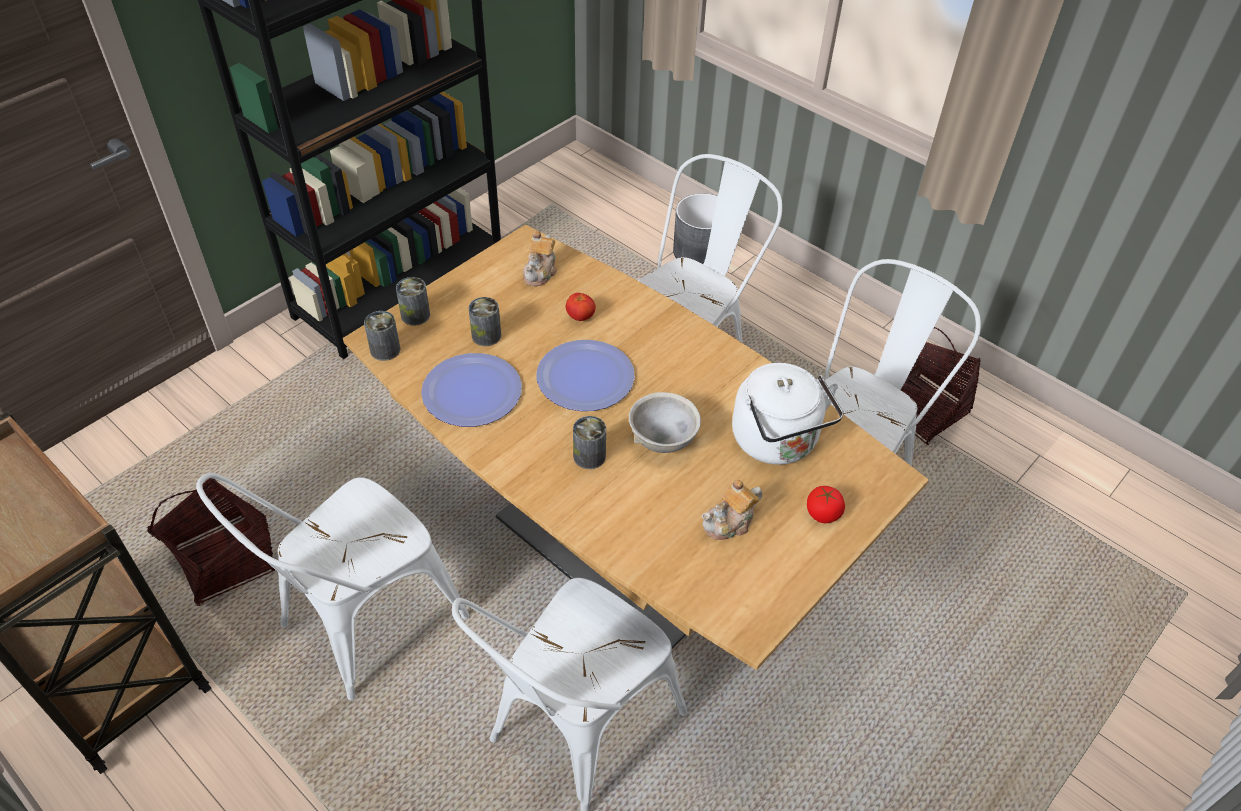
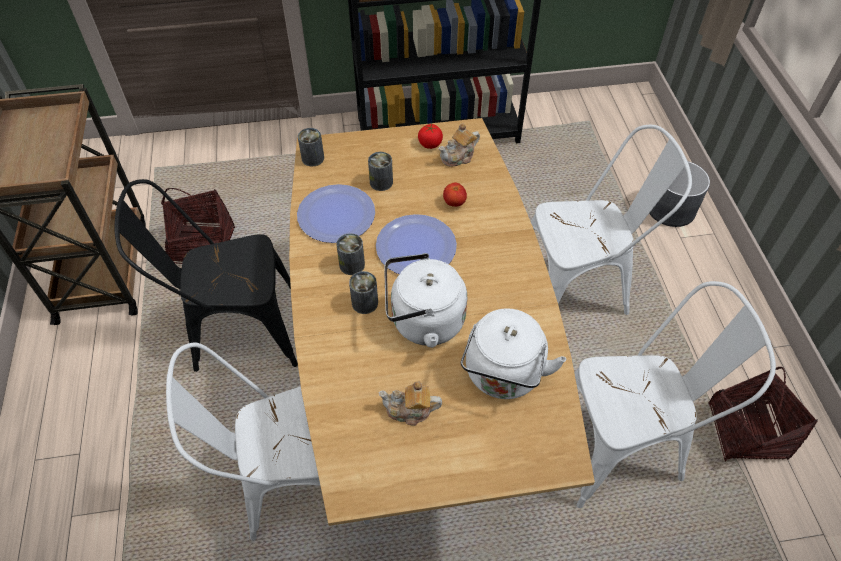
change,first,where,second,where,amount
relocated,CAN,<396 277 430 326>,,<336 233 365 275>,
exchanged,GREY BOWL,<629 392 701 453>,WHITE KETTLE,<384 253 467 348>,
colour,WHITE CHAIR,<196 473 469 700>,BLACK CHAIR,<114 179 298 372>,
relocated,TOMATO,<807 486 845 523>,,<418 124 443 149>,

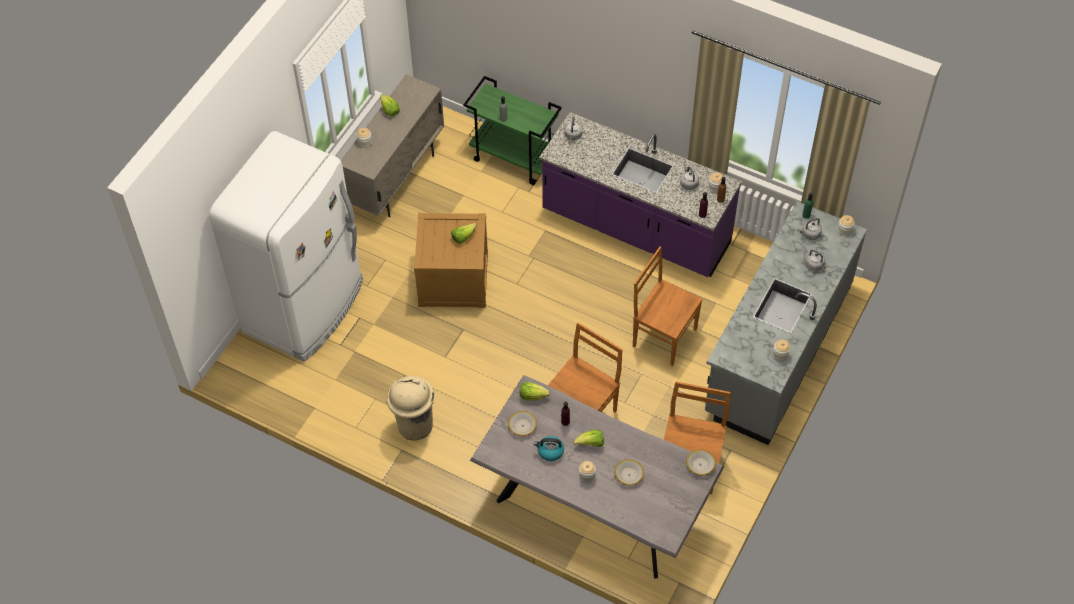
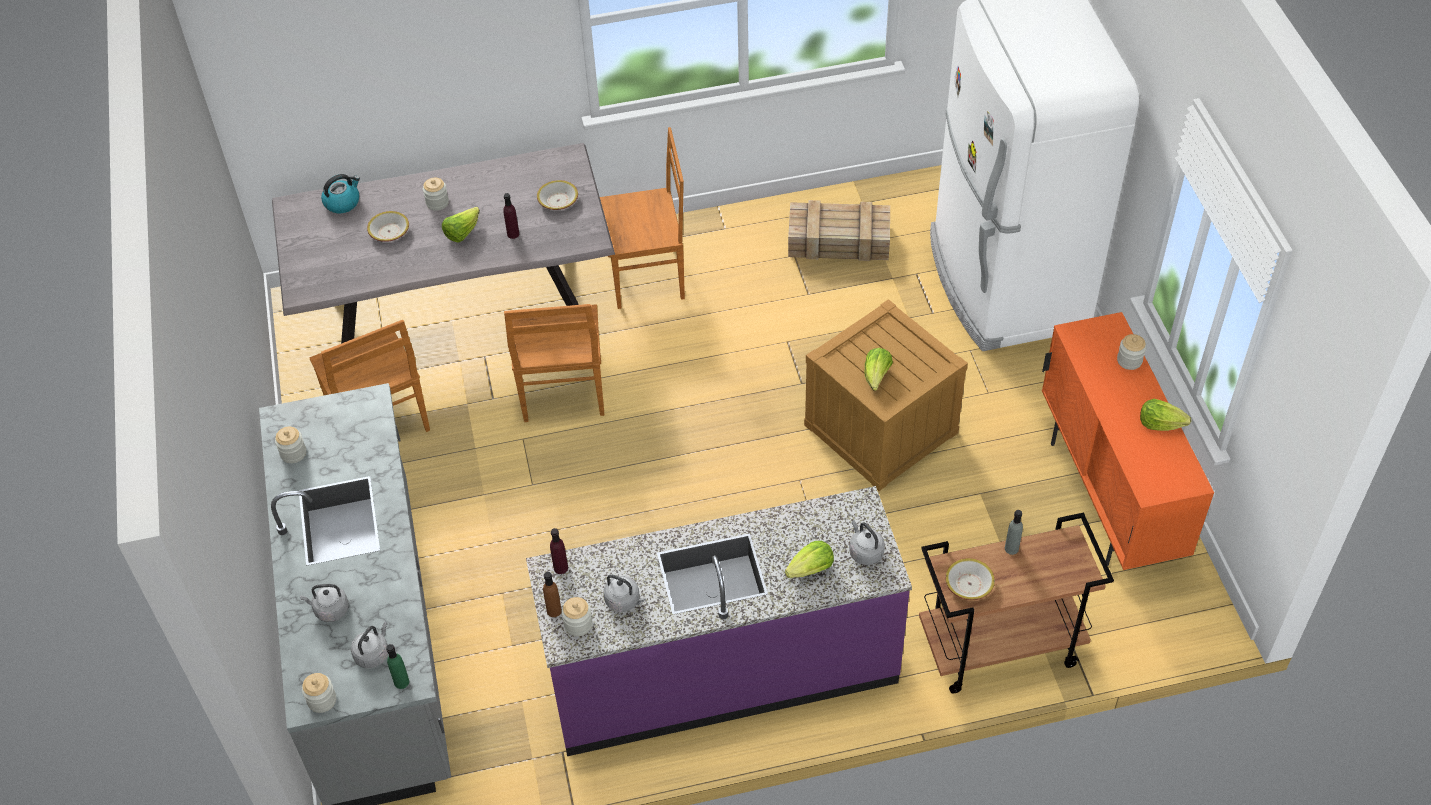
change,first,where,second,where,amount
colour,BEIGE CABINET,<340 74 444 217>,ORANGE CABINET,<1042 312 1214 570>,
colour,GREEN CART,<463 76 562 185>,BROWN CART,<919 513 1114 693>,
relocated,BROWN CHAIR,<633 247 703 366>,,<600 127 685 309>,
missing,BEIGE TRASH CAN,<387 376 434 441>,,,
relocated,LETTUCE,<520 382 550 401>,,<785 541 834 578>,
relocated,KETTLE,<534 436 564 461>,,<321 174 360 213>,
relocated,BOWL,<686 450 716 476>,,<945 558 995 600>,
appeared,,,CRATE,<788 200 890 261>,

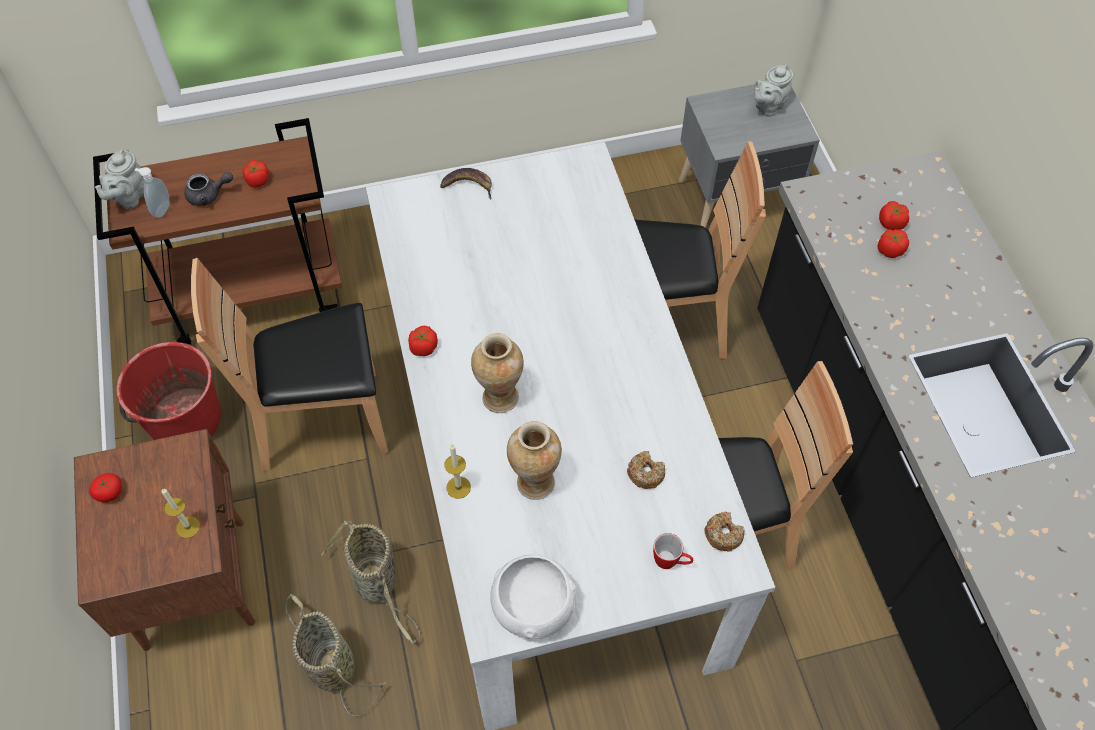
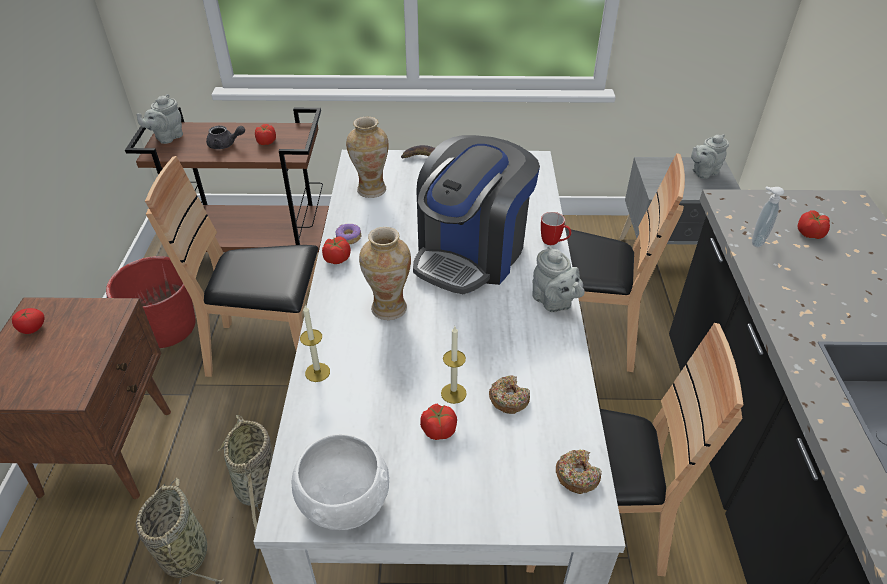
change,first,where,second,where,amount
relocated,SOAP DISPENSER,<135 167 170 218>,,<752 186 784 248>,
relocated,TOMATO,<878 229 909 258>,,<420 404 457 440>,
relocated,VASE,<507 421 562 500>,,<346 117 388 198>,
relocated,CANDLE,<161 489 200 538>,,<441 327 467 404>,
relocated,MUG,<653 533 693 569>,,<541 212 571 245>,
appeared,,,COFFEE MACHINE,<413 135 540 294>,
appeared,,,DONUT,<336 224 361 244>,
appeared,,,GREY TEAPOT,<532 246 585 312>,

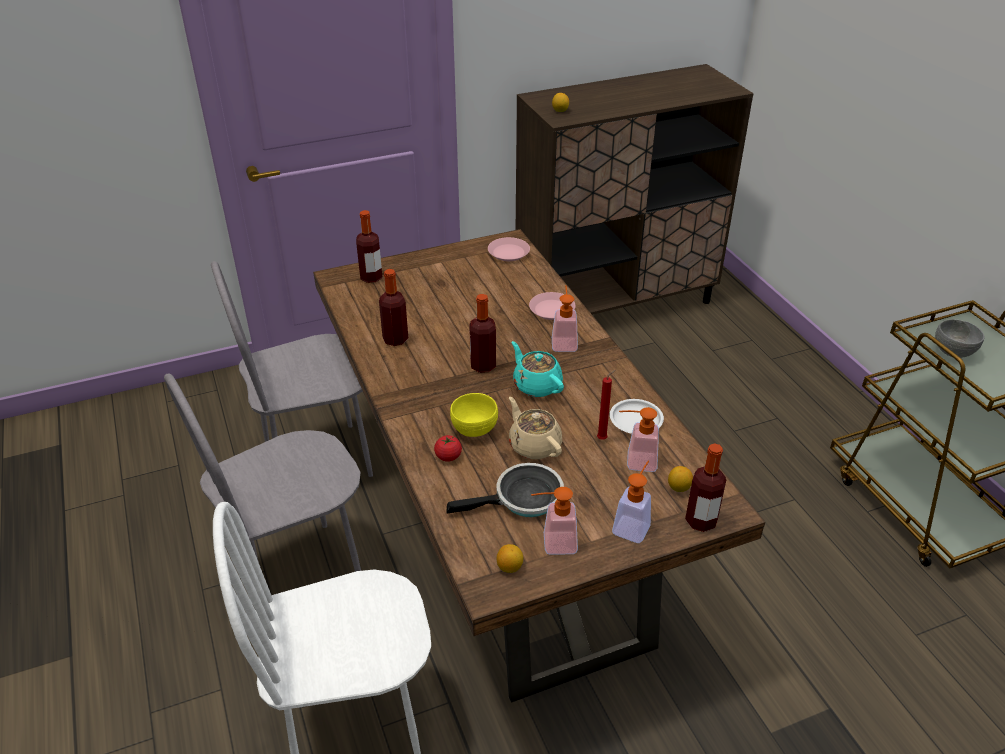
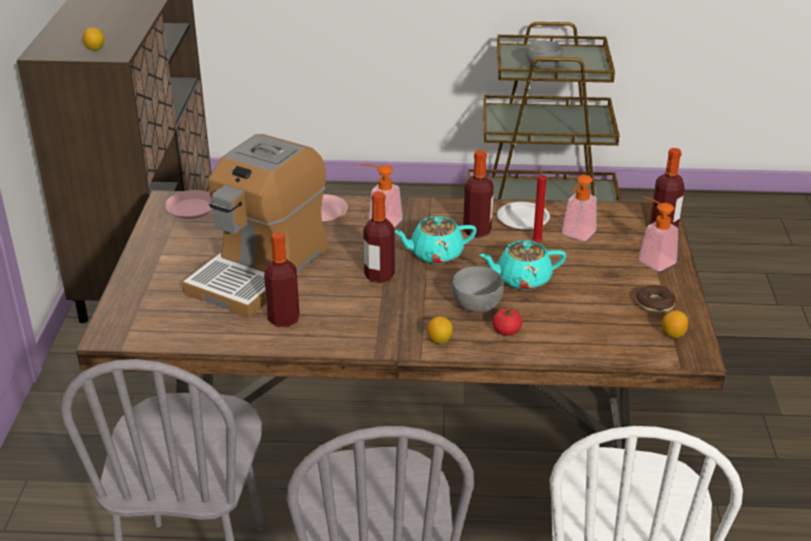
change,first,where,second,where,amount
relocated,BOTTLE,<356 210 382 283>,,<463 150 494 238>,
colour,YELLOW BOWL,<450 393 498 437>,GREY BOWL,<452 266 504 312>,
colour,BEIGE TEAPOT,<509 397 562 459>,TURQUOISE TEAPOT,<480 240 566 290>,
missing,FRYING PAN,<446 463 564 517>,,,
relocated,LEMON,<668 466 693 492>,,<427 316 453 344>,
exchanged,SOAP DISPENSER,<531 487 578 555>,DONUT,<636 285 676 314>,
appeared,,,COFFEE MACHINE,<182 134 327 318>,

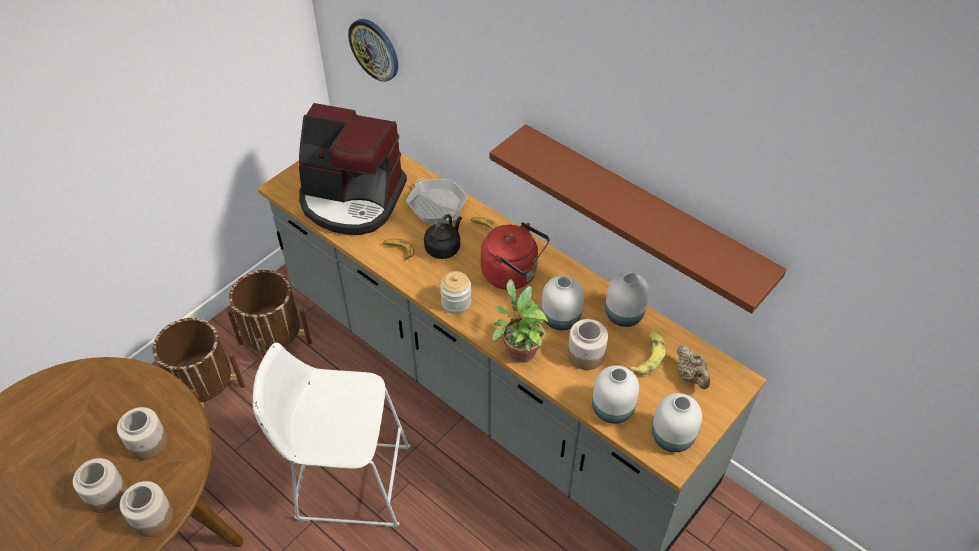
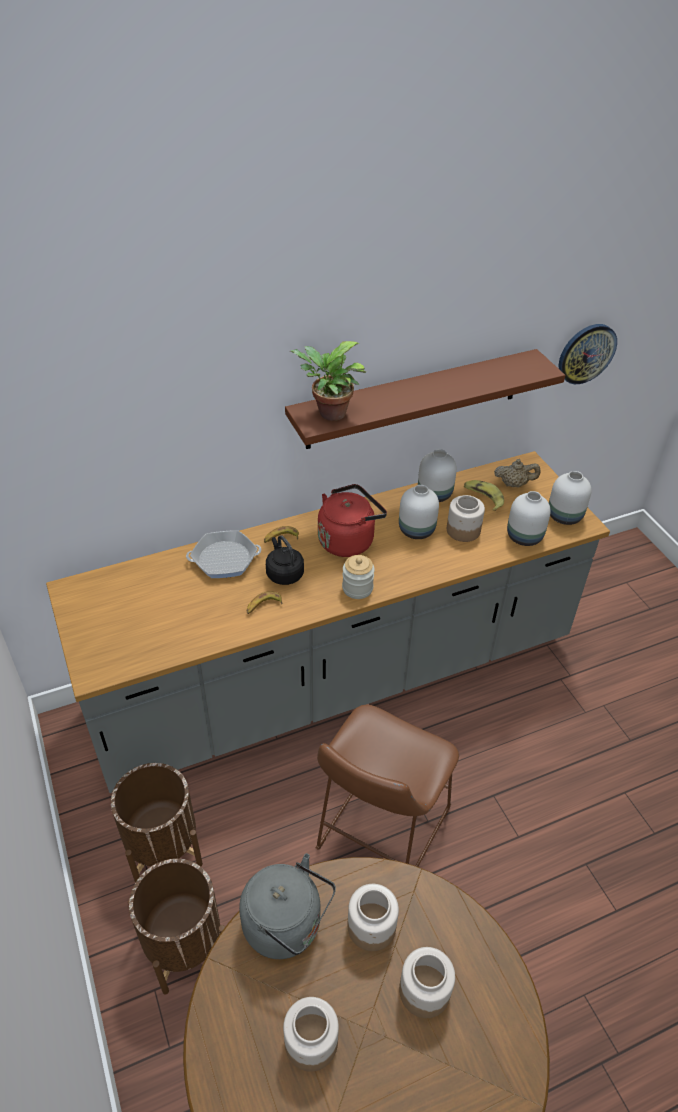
change,first,where,second,where,amount
relocated,WALL CLOCK,<348 19 398 82>,,<559 324 617 384>,
missing,COFFEE MACHINE,<299 103 407 235>,,,
relocated,POTTED PLANT,<492 279 548 363>,,<290 341 366 421>,
colour,WHITE STOOL,<253 343 411 527>,BROWN STOOL,<316 705 459 867>,
relocated,JAR,<120 481 173 537>,,<283 997 339 1072>,
appeared,,,GREY KETTLE,<239 853 336 959>,

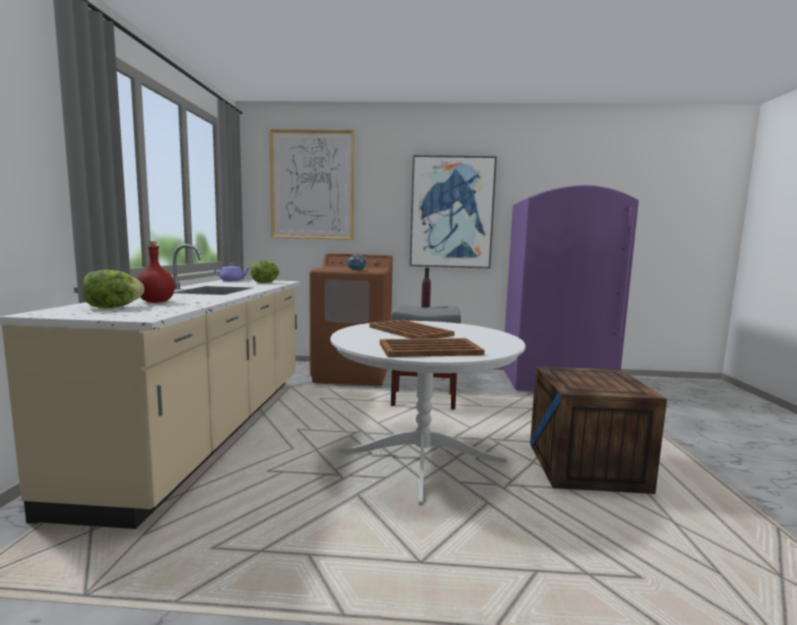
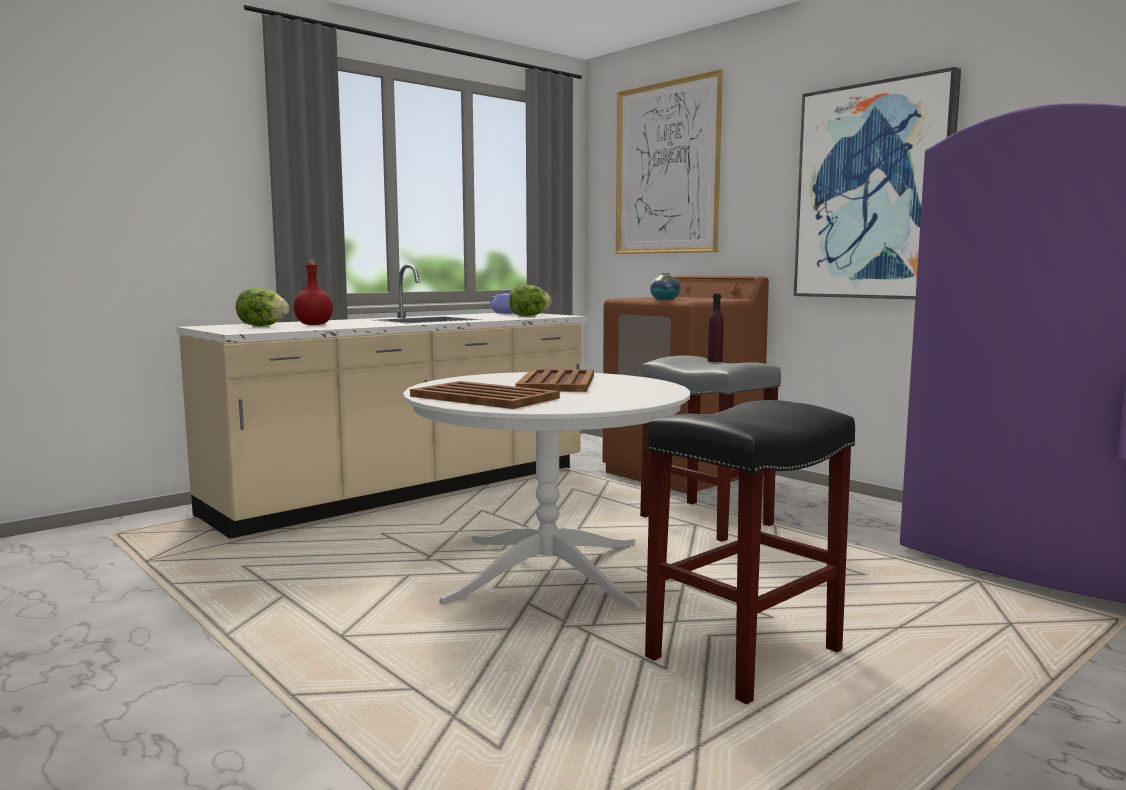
change,first,where,second,where,amount
exchanged,CRATE,<530 366 667 494>,BLACK STOOL,<645 400 855 704>,

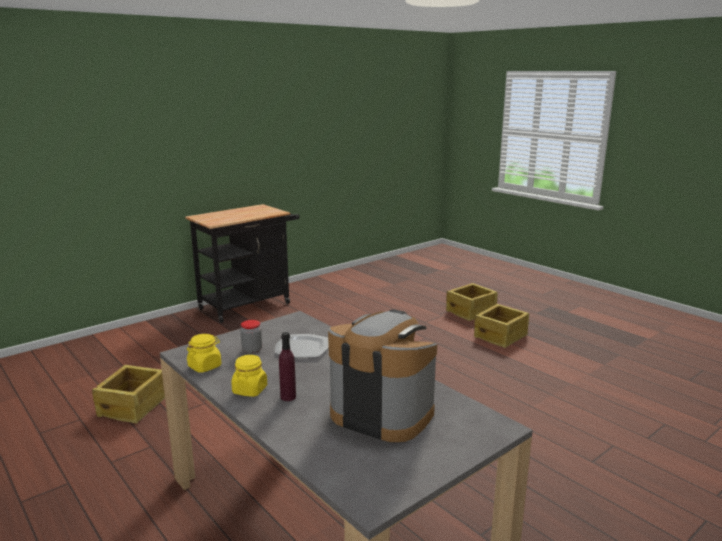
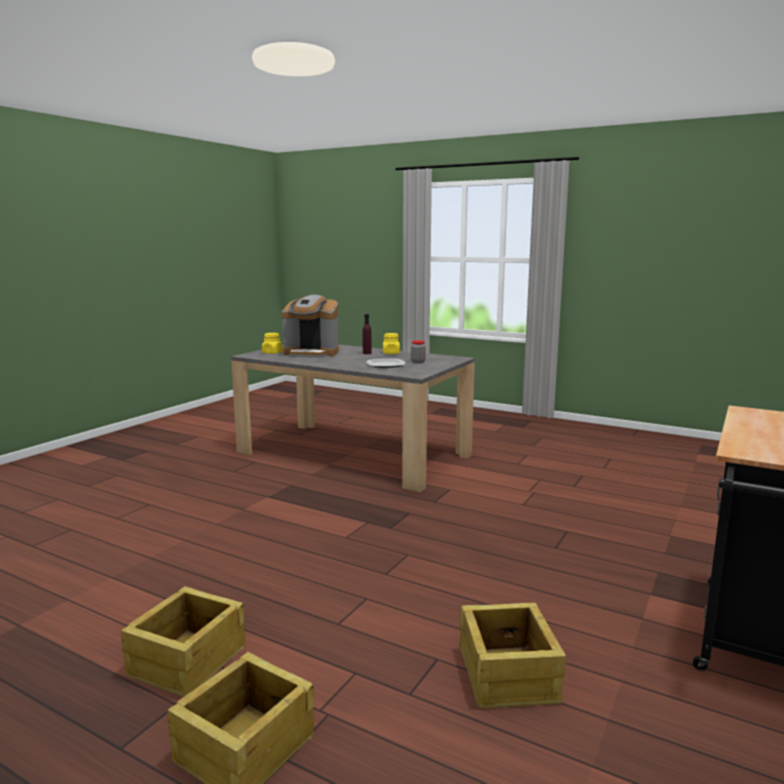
change,first,where,second,where,amount
relocated,YELLOW JAR,<187 334 221 373>,,<262 333 283 354>,
relocated,CRATE,<92 365 165 424>,,<459 602 566 708>,

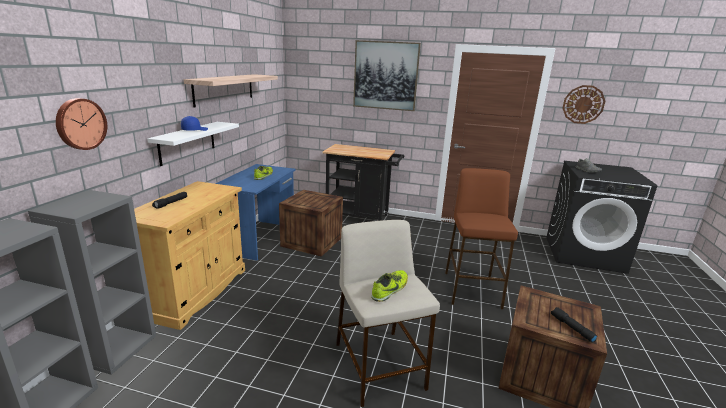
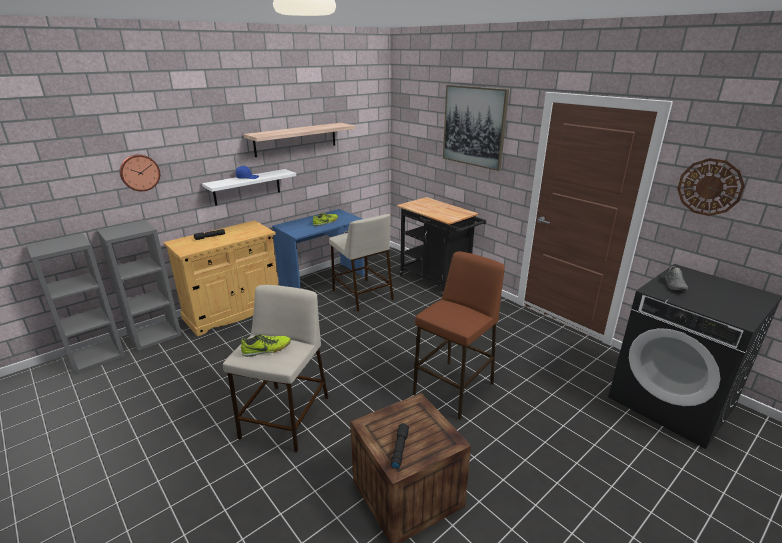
change,first,where,second,where,amount
exchanged,CRATE,<279 190 343 257>,BEIGE STOOL,<329 214 394 312>,

